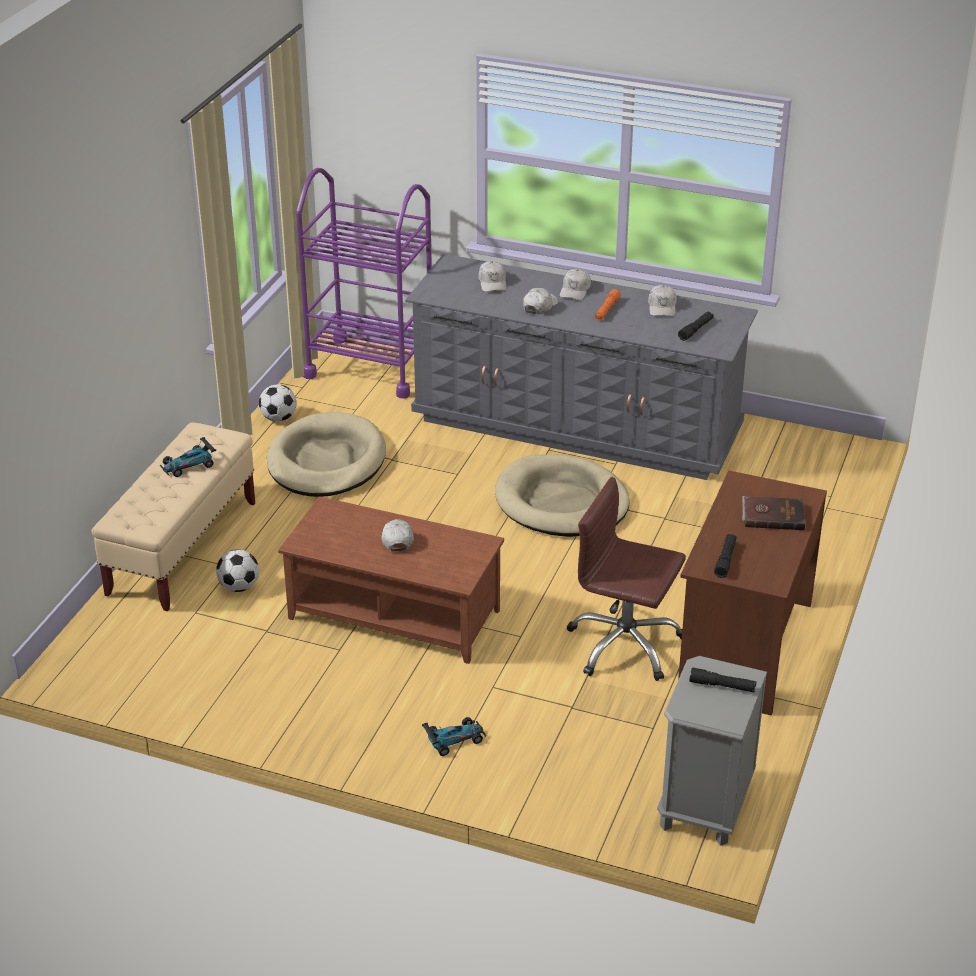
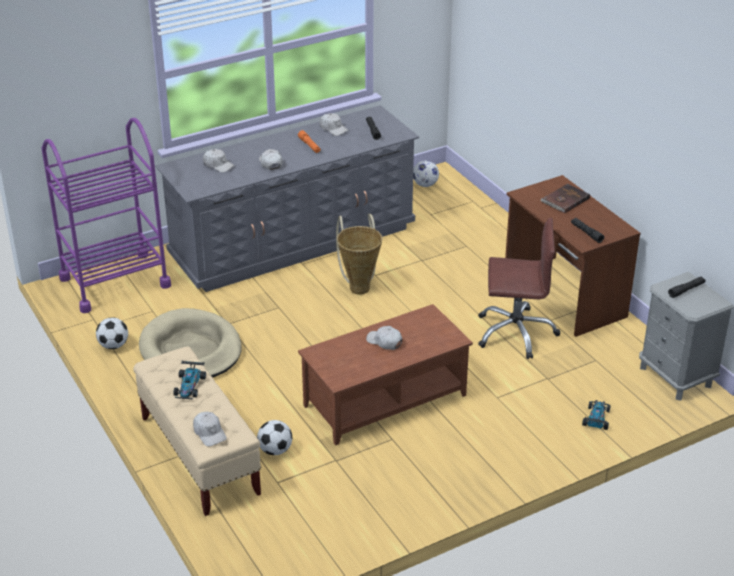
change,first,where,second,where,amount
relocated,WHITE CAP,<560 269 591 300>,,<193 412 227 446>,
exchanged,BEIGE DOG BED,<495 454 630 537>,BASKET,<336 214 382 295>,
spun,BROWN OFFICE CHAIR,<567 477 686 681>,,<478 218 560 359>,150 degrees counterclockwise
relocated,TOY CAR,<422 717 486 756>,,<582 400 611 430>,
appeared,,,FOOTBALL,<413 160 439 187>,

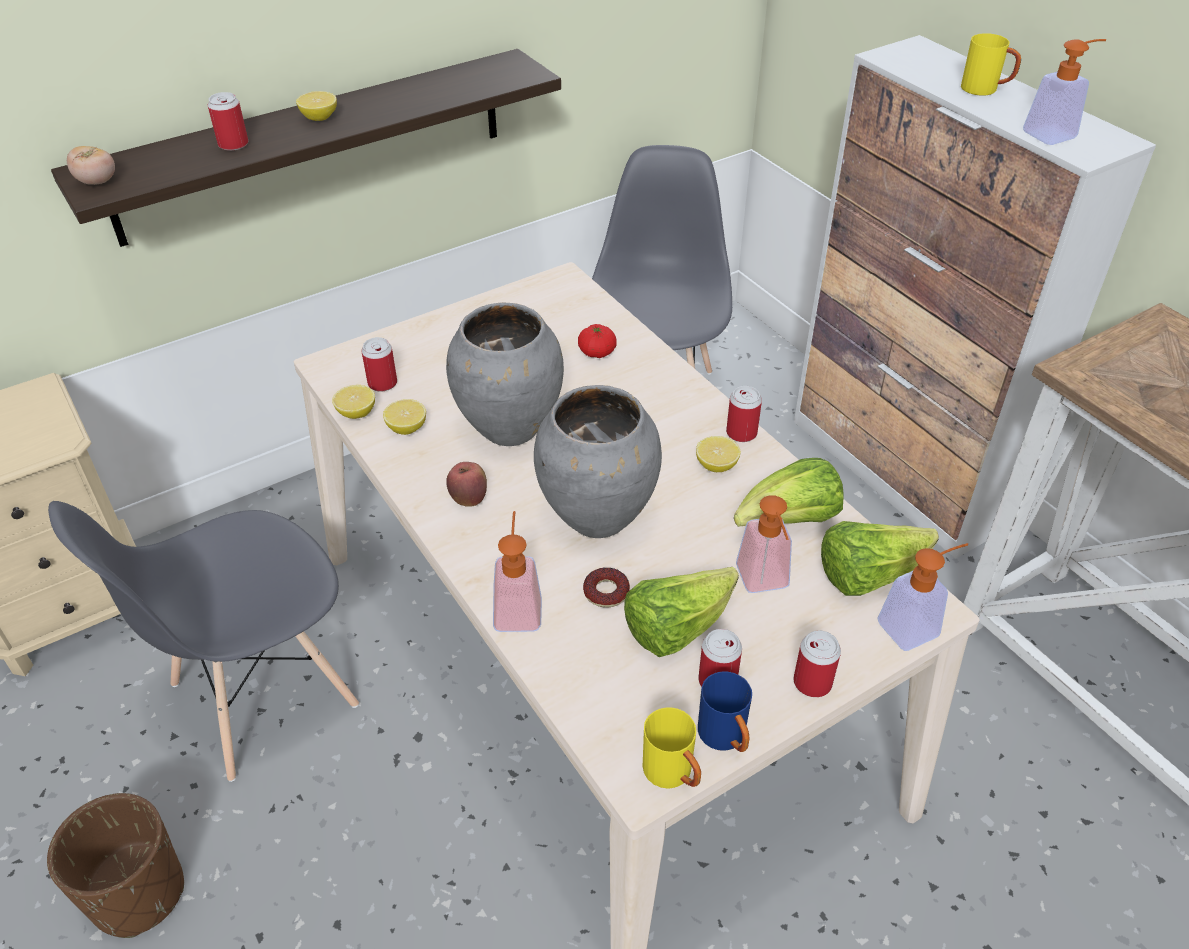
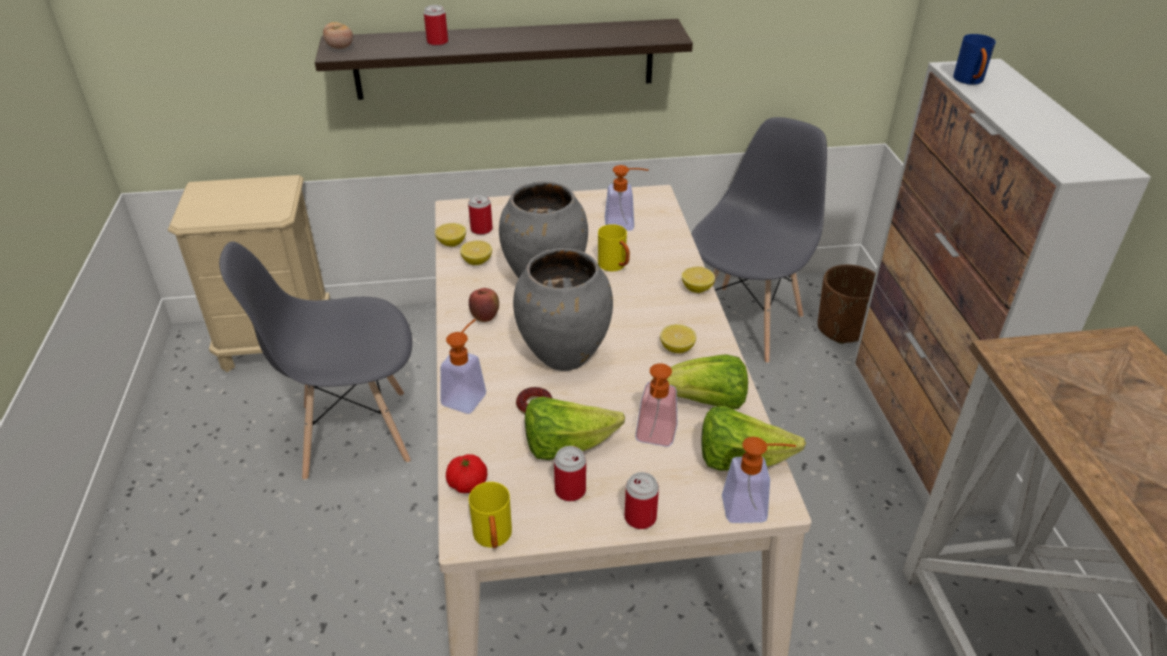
change,first,where,second,where,amount
relocated,YELLOW MUG,<961 33 1021 96>,,<598 224 630 272>,
relocated,SOAP DISPENSER,<1023 39 1106 145>,,<605 165 649 231>,
relocated,LEMON,<296 91 337 121>,,<682 266 715 293>,
relocated,TOMATO,<578 324 617 358>,,<446 454 487 493>,
missing,CAN,<726 386 762 442>,,,
relocated,BLUE MUG,<698 671 752 752>,,<953 34 996 85>,
relocated,BROWN PLANTER,<47 793 184 938>,,<818 265 876 344>,

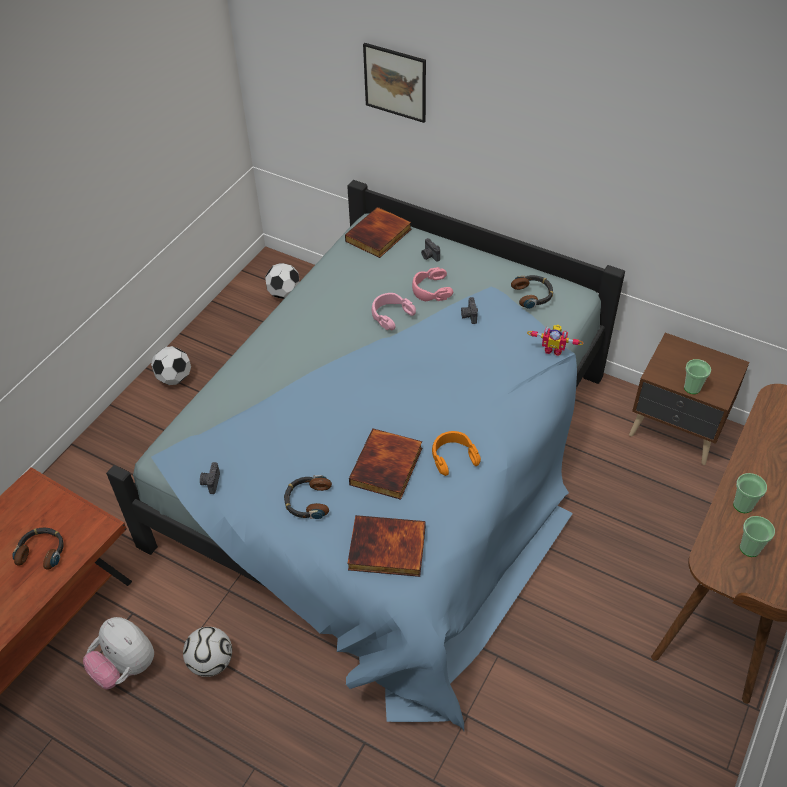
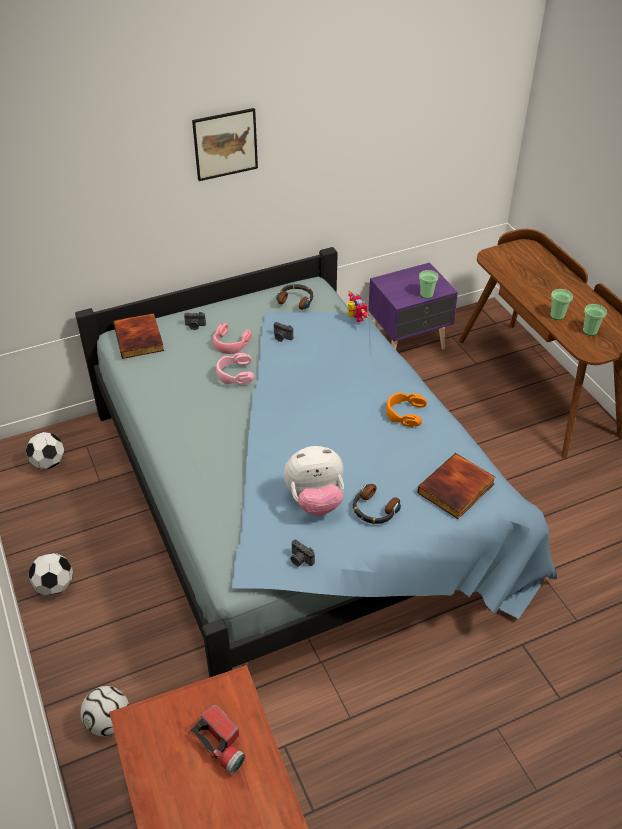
change,first,where,second,where,amount
relocated,PICTURE,<363 43 426 123>,,<192 108 258 181>,
spun,TOY ROBOT,<527 325 583 356>,,<347 291 369 322>,75 degrees counterclockwise
colour,BROWN NIGHTSTAND,<629 333 750 465>,PURPLE NIGHTSTAND,<368 262 458 350>,
missing,BOOK,<349 429 422 500>,,,
exchanged,HEADPHONES,<12 528 64 570>,FLASHLIGHT,<191 705 245 774>,
relocated,PLUSH TOY,<83 617 154 689>,,<284 446 344 516>,
relocated,FOOTBALL,<183 627 232 677>,,<80 686 129 736>,

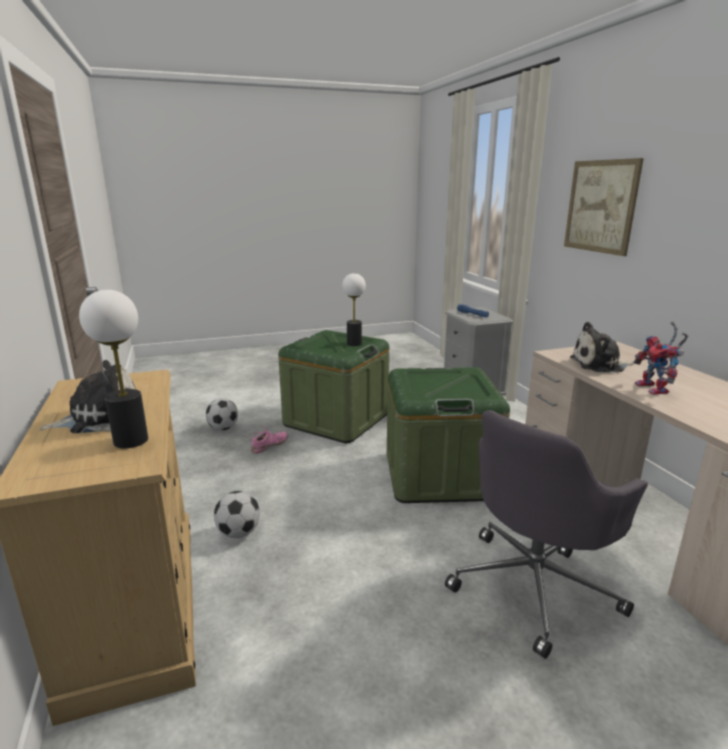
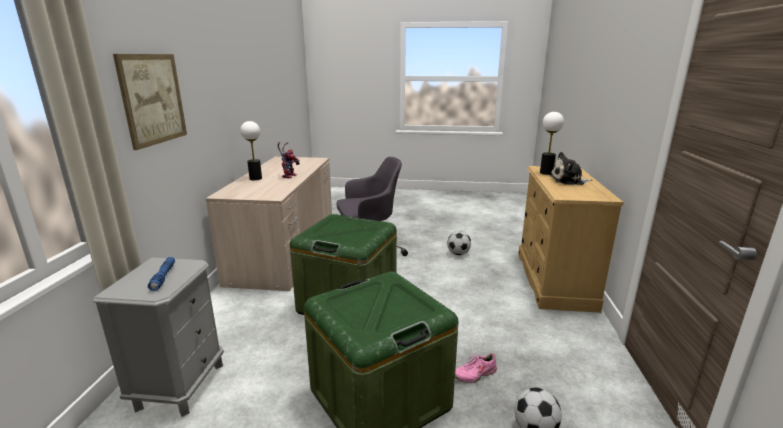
change,first,where,second,where,amount
relocated,TABLE LAMP,<342 273 366 346>,,<240 121 262 180>,
missing,PLUSH TOY,<570 322 634 372>,,,
relocated,FOOTBALL,<214 491 260 538>,,<447 231 471 255>,

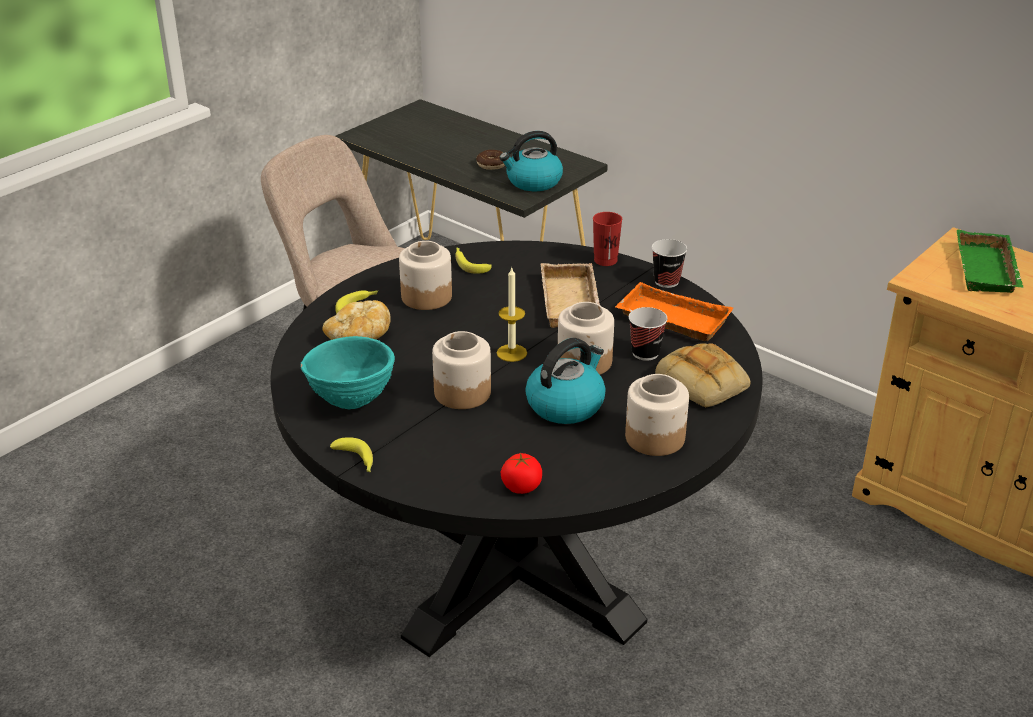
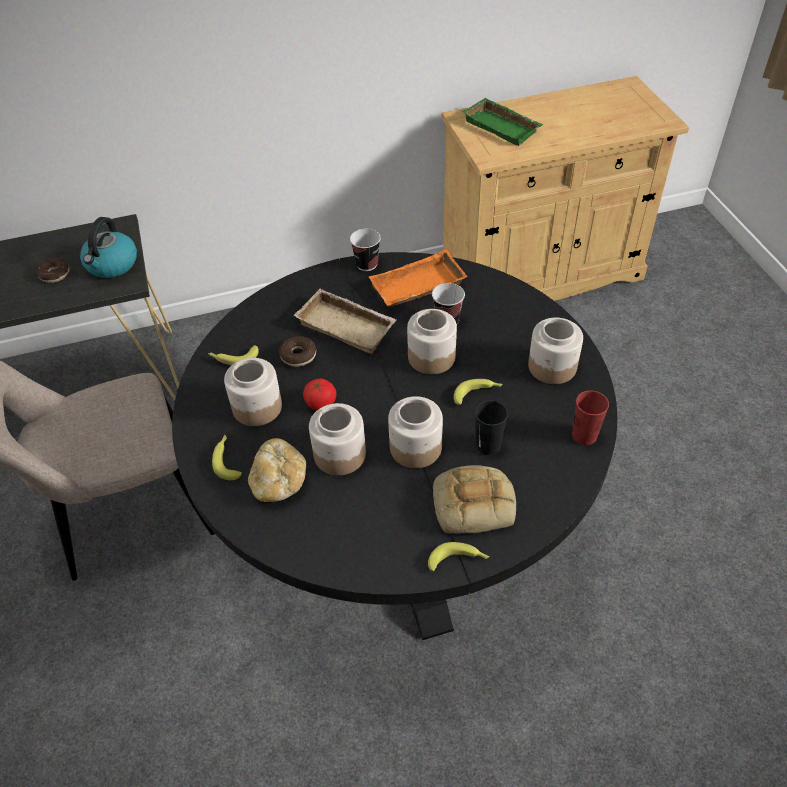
change,first,where,second,where,amount
relocated,RED CUP,<593 212 622 266>,,<572 390 609 445>,
missing,CANDLE,<497 268 527 362>,,,
missing,TURQUOISE BOWL,<300 336 395 410>,,,
exchanged,KETTLE,<525 338 606 424>,BANANA,<454 379 503 405>,
relocated,BREAD,<655 343 751 408>,,<433 465 516 534>,
relocated,TOMATO,<501 453 542 494>,,<303 379 336 410>,
appeared,,,DONUT,<279 336 316 367>,
appeared,,,BLACK CUP,<475 400 508 455>,
appeared,,,JAR,<309 403 366 476>,

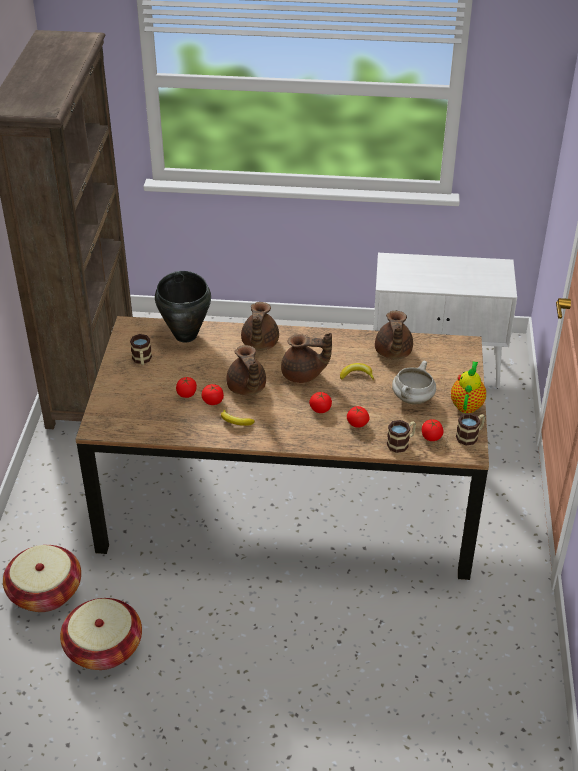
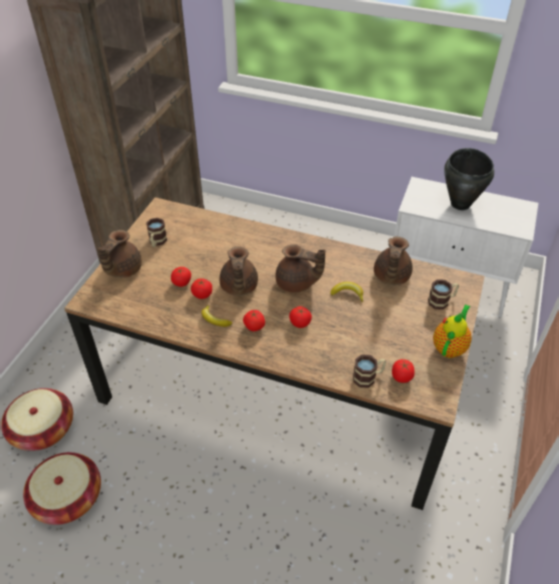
change,first,where,second,where,amount
relocated,BLACK COOKING POT,<155 271 211 342>,,<444 148 494 210>,
relocated,BROWN TEAPOT,<241 302 279 350>,,<97 230 142 278>,
missing,WHITE COOKING POT,<392 361 436 404>,,,
relocated,TOMATO,<347 406 369 428>,,<243 310 265 331>,
relocated,MUG,<456 413 485 445>,,<428 279 459 310>,

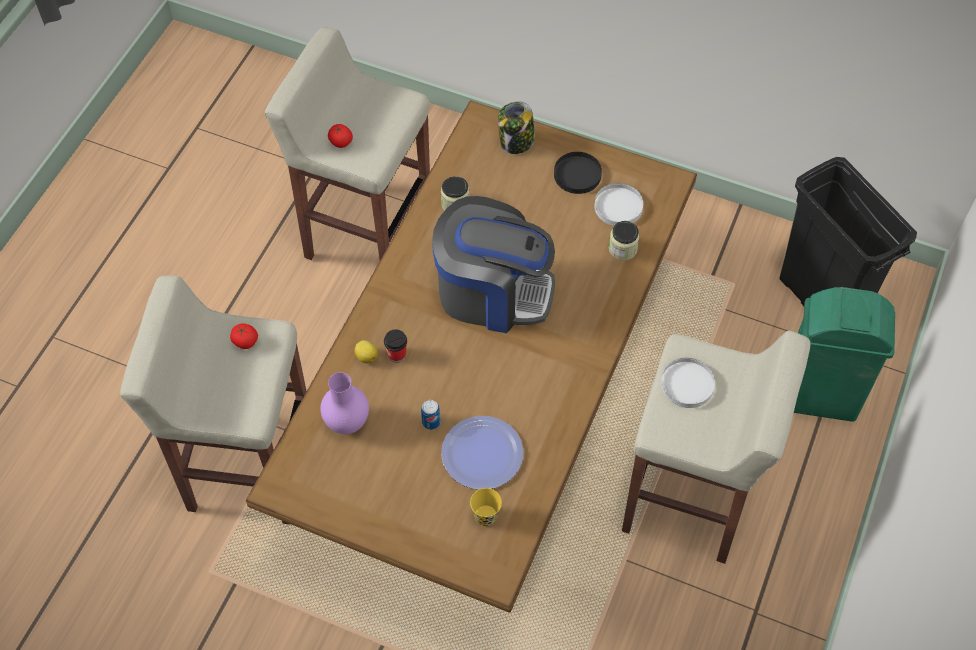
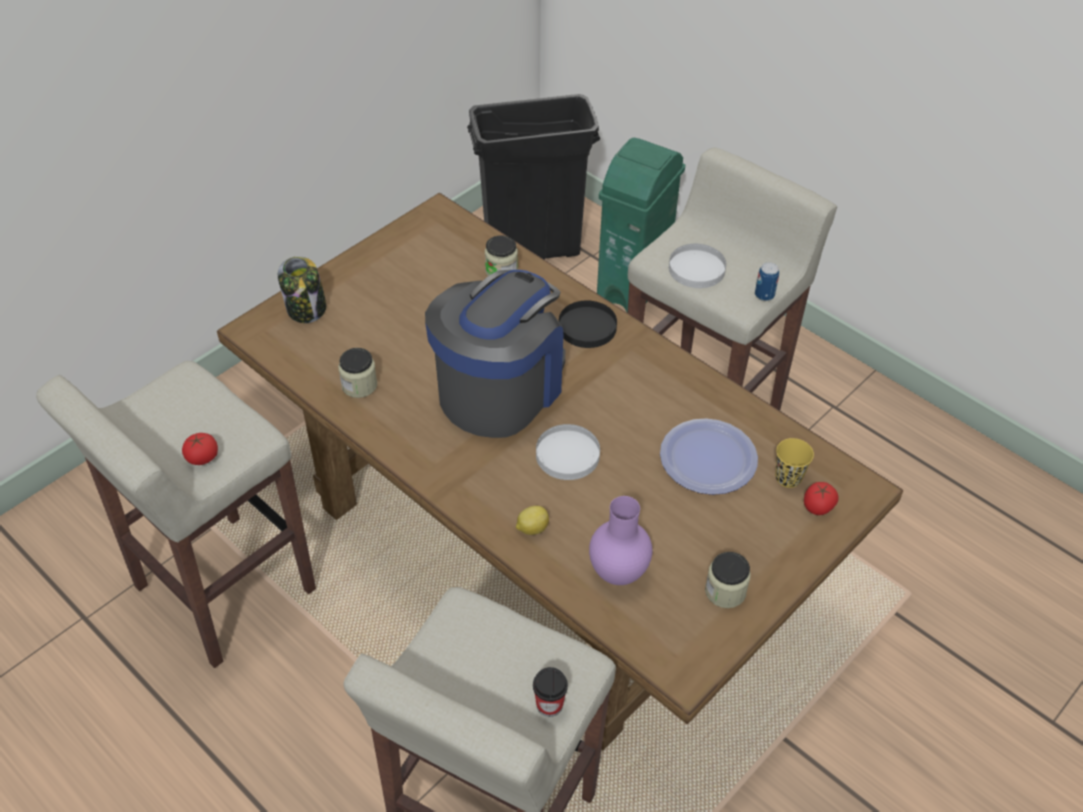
change,first,where,second,where,amount
relocated,BLACK PLATE,<554 152 602 194>,,<559 300 617 348>,
relocated,WHITE PLATE,<595 183 643 226>,,<536 424 600 480>,
relocated,TOMATO,<230 324 258 349>,,<804 482 839 515>,
relocated,CUP,<384 329 407 362>,,<533 667 568 717>,
relocated,CAN,<421 400 441 430>,,<755 262 779 301>,
appeared,,,JAR,<705 552 751 608>,

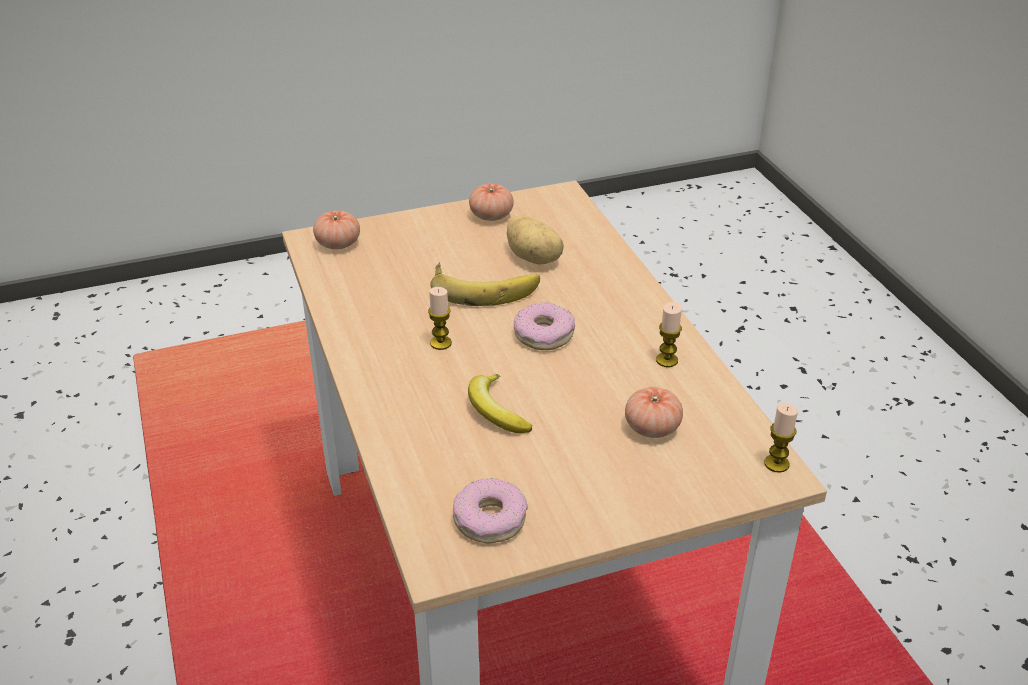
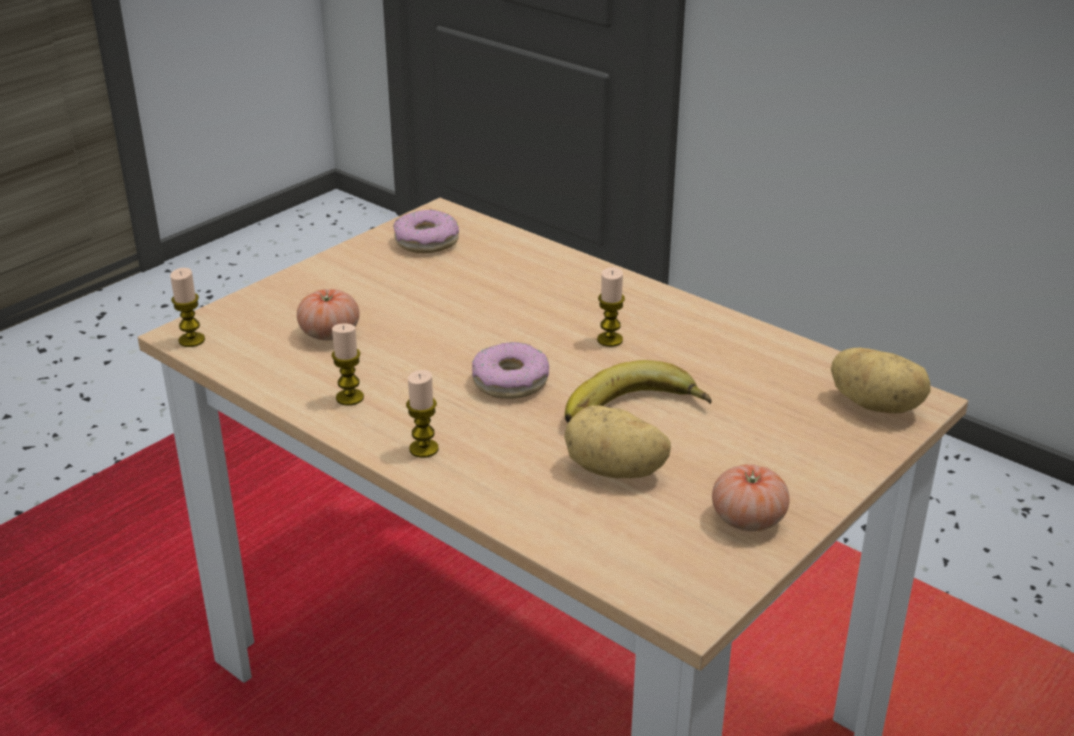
change,first,where,second,where,amount
exchanged,TOMATO,<313 210 360 249>,POTATO,<831 348 931 414>,
missing,BANANA,<468 374 532 433>,,,
appeared,,,CANDLE,<406 370 439 458>,

